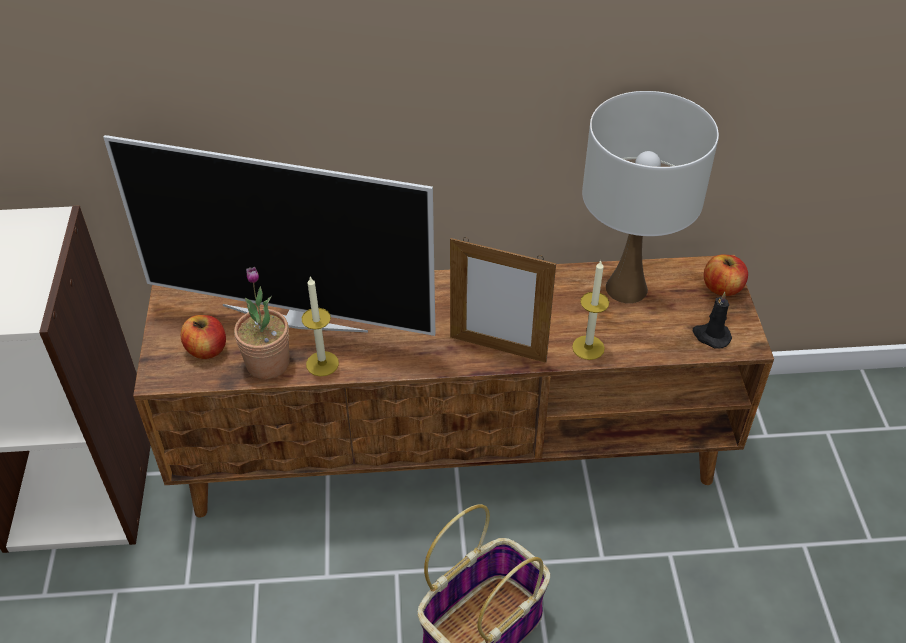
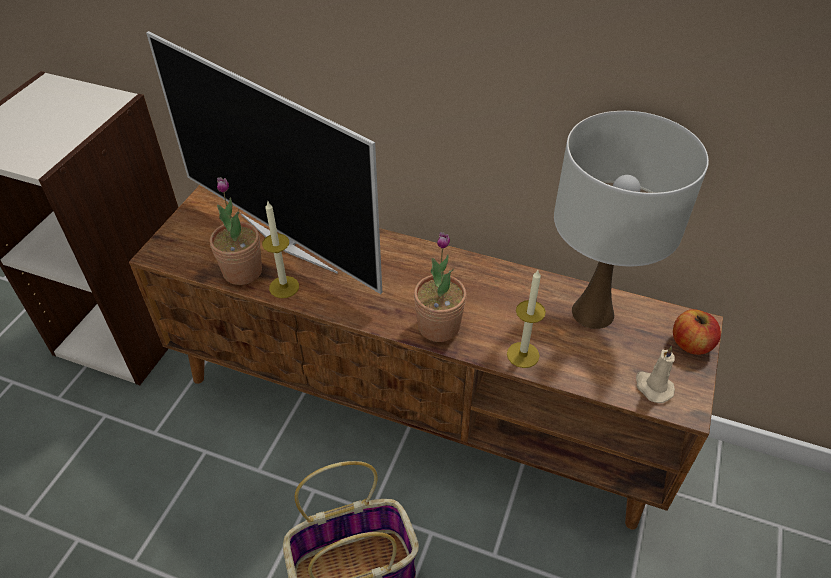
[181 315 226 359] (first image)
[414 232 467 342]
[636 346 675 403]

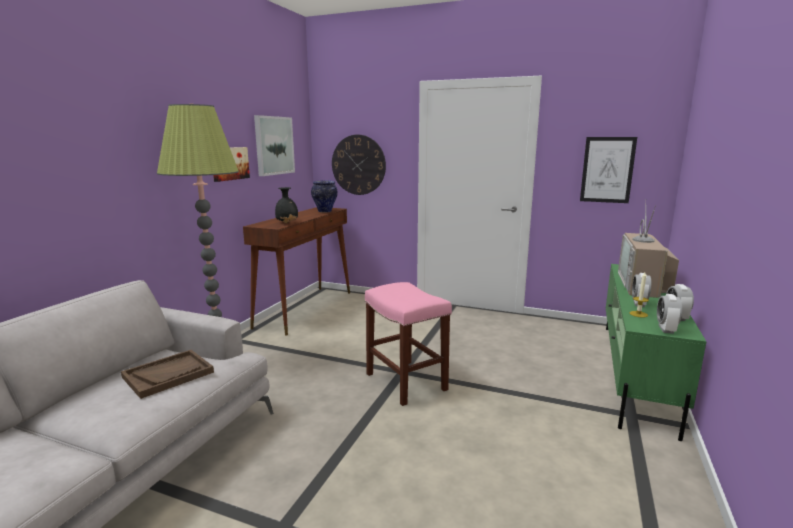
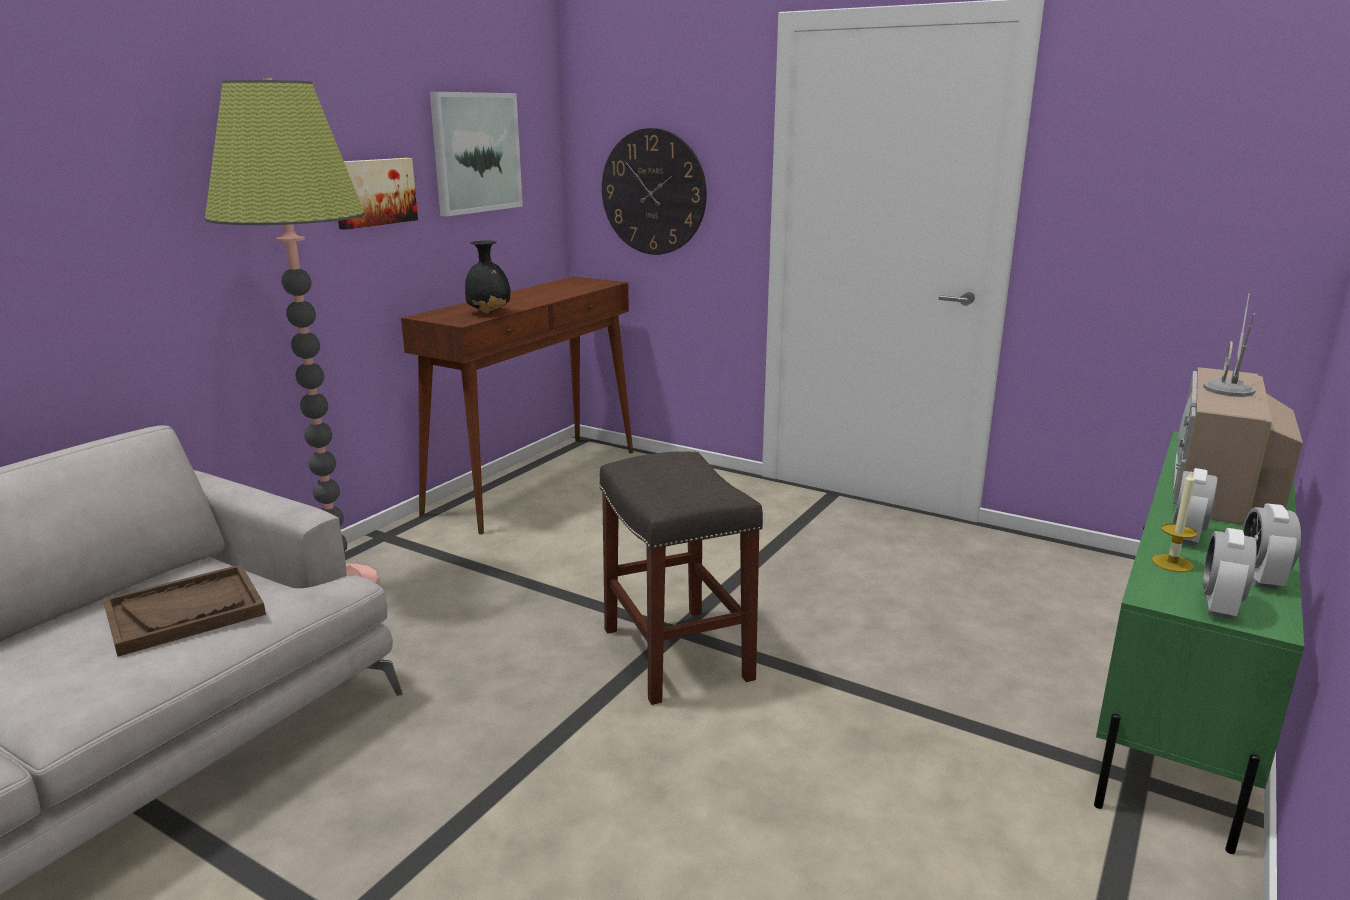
[311 180 338 213] (first image)
[580 137 637 203] (first image)
[599 452 763 705]

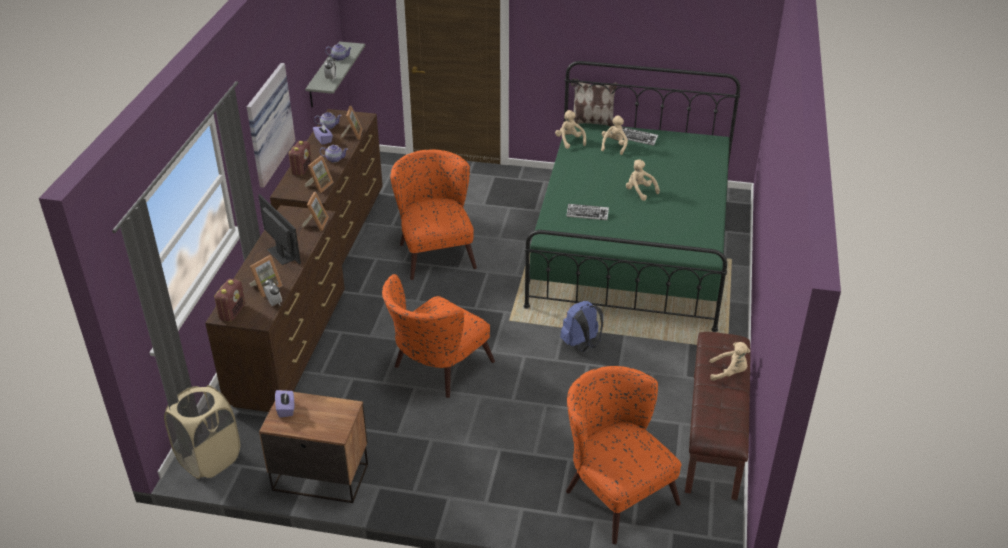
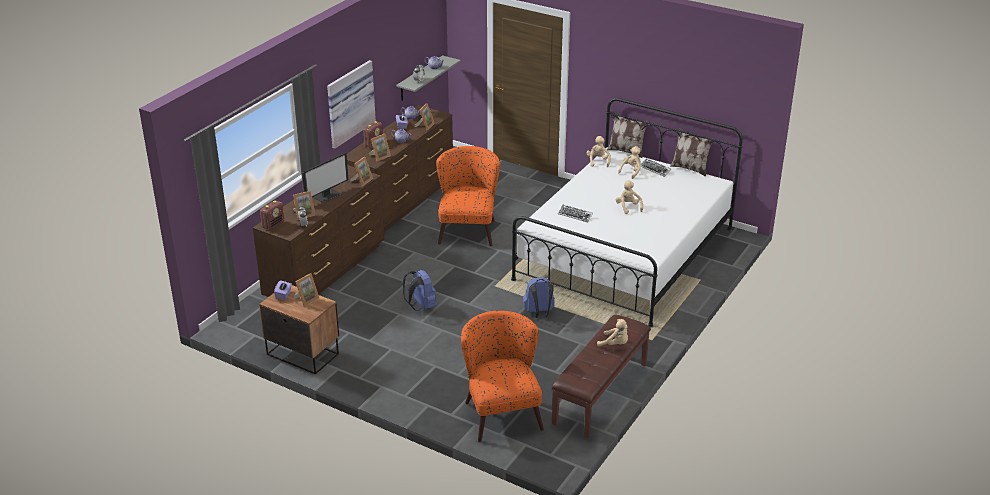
[164 385 240 479] (first image)
[294 273 319 306]
[670 128 714 176]
[402 270 437 311]
[511 98 743 327]
[302 152 348 203]

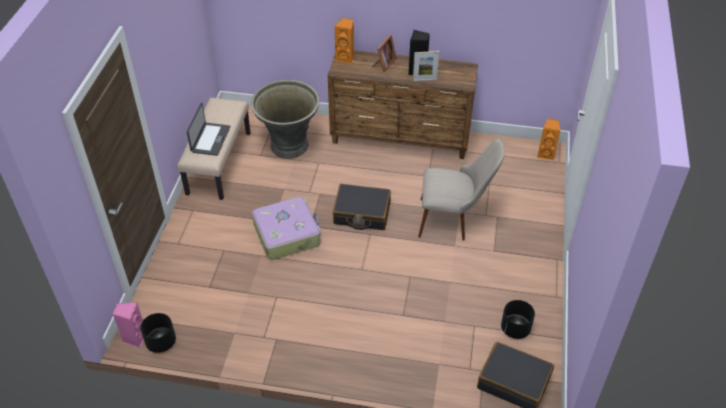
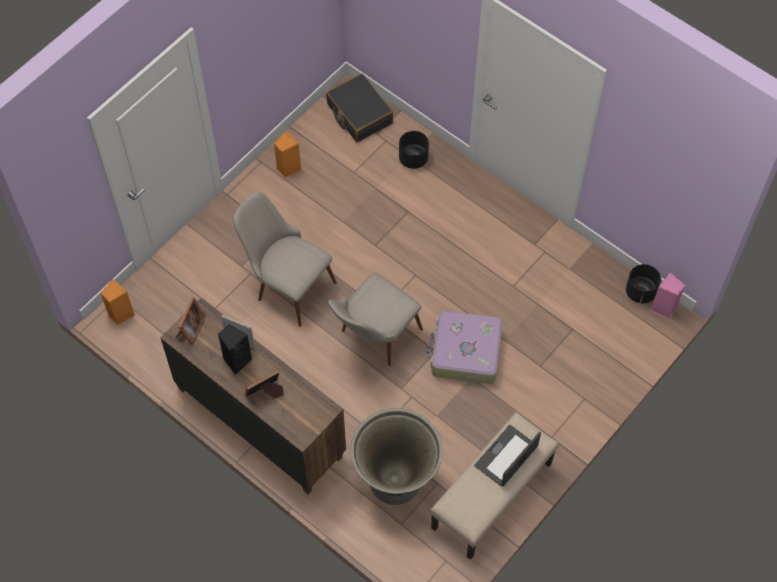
[176 297 206 345]
[274 131 301 178]
[399 131 429 169]
[328 273 423 366]

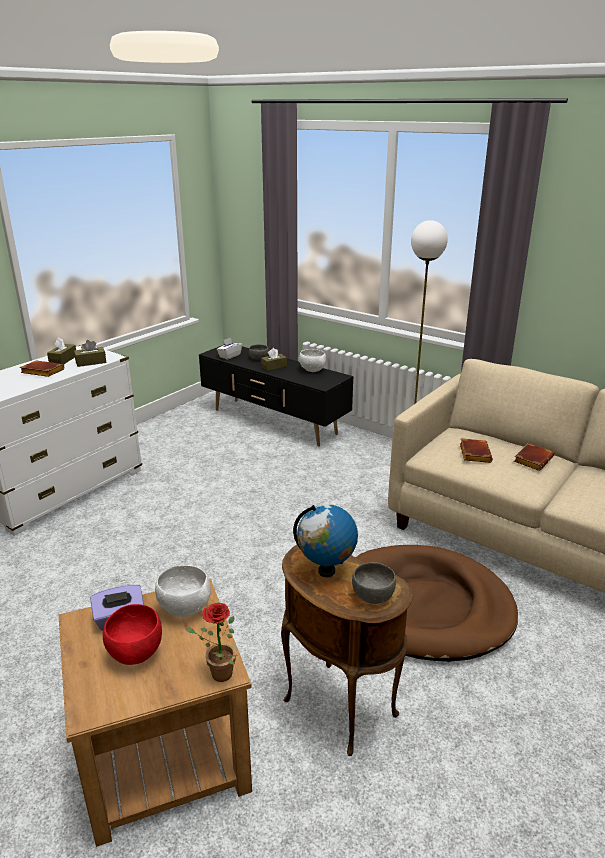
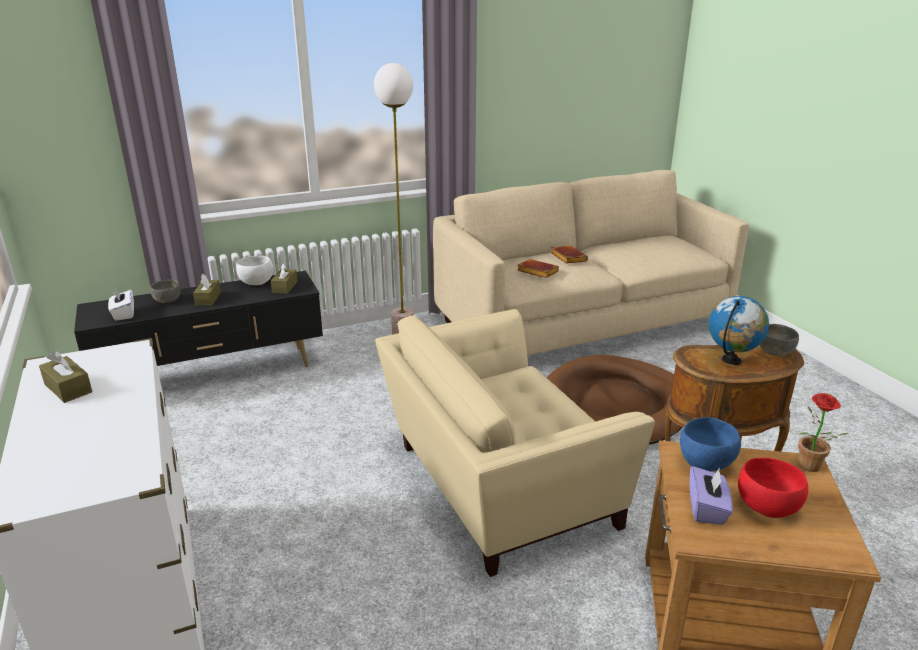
[20 361 64 377] (first image)
[375 309 655 577]
[271 263 298 294]
[680 417 741 472]

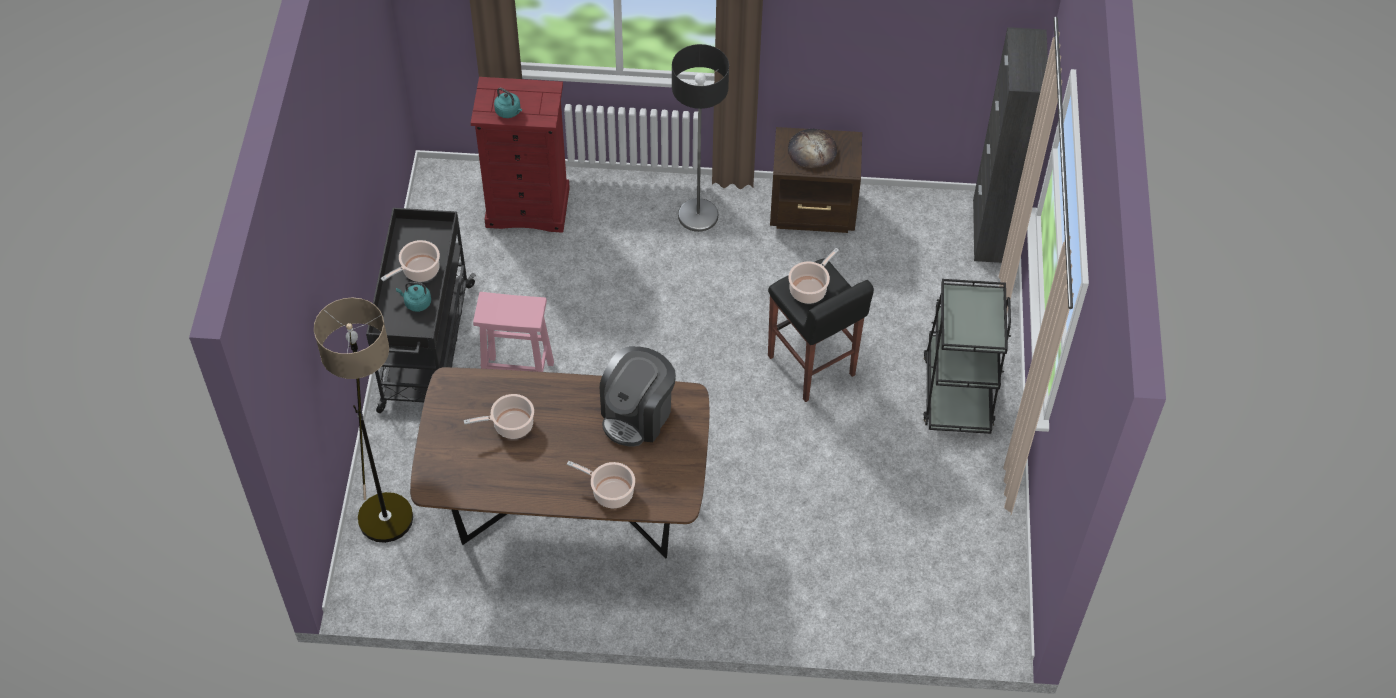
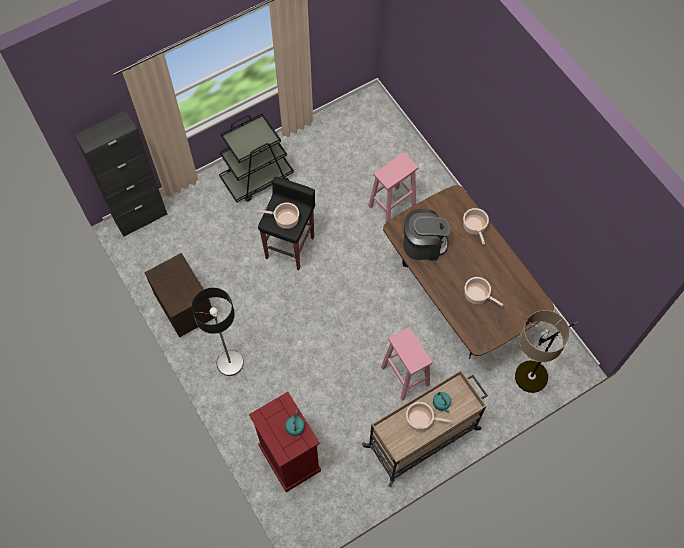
[788 128 837 168] (first image)
[368 152 418 222]
[362 370 488 487]

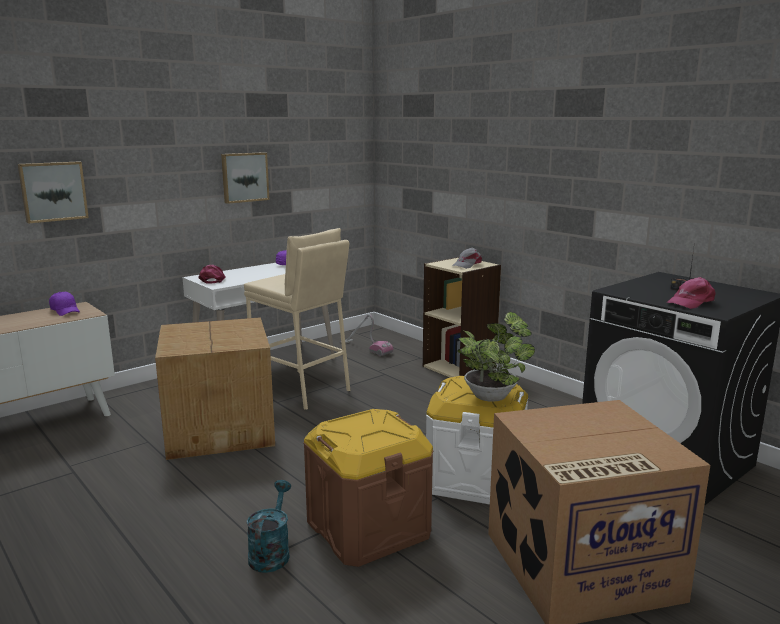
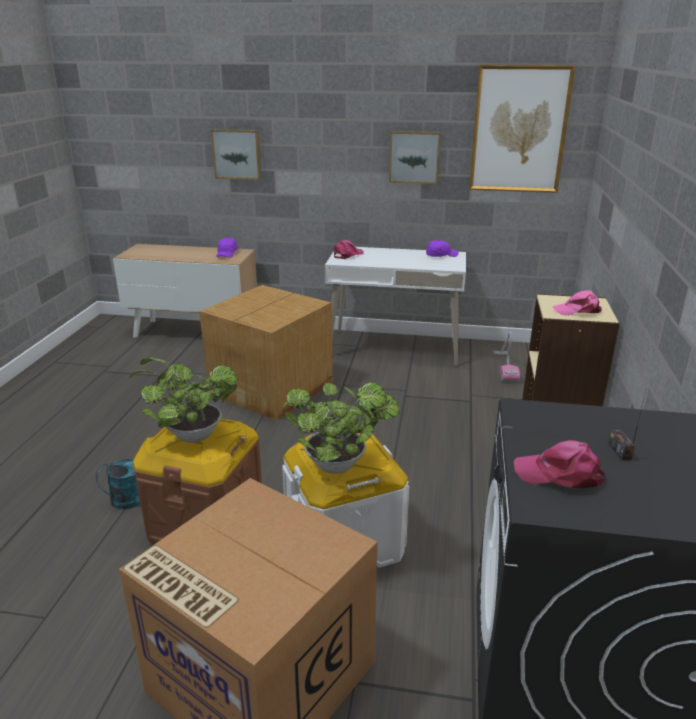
[244 228 351 410] (first image)
[129 358 238 443]
[469 65 576 193]
[552 290 602 316]

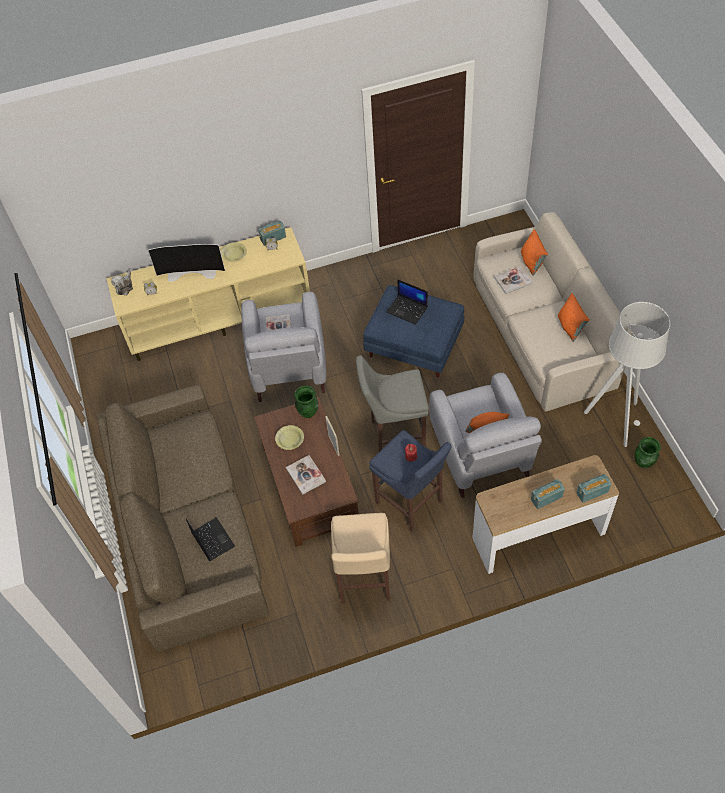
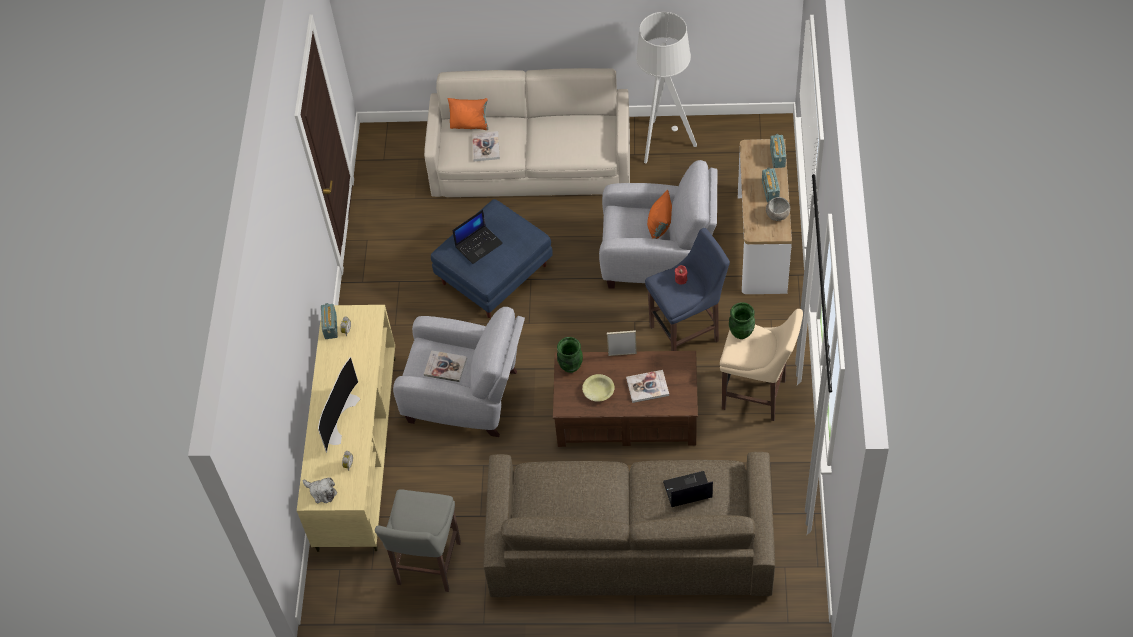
[221 242 247 262] (first image)
[558 293 590 342] (first image)
[766 197 790 221]
[375 489 461 592]
[729 302 755 339]

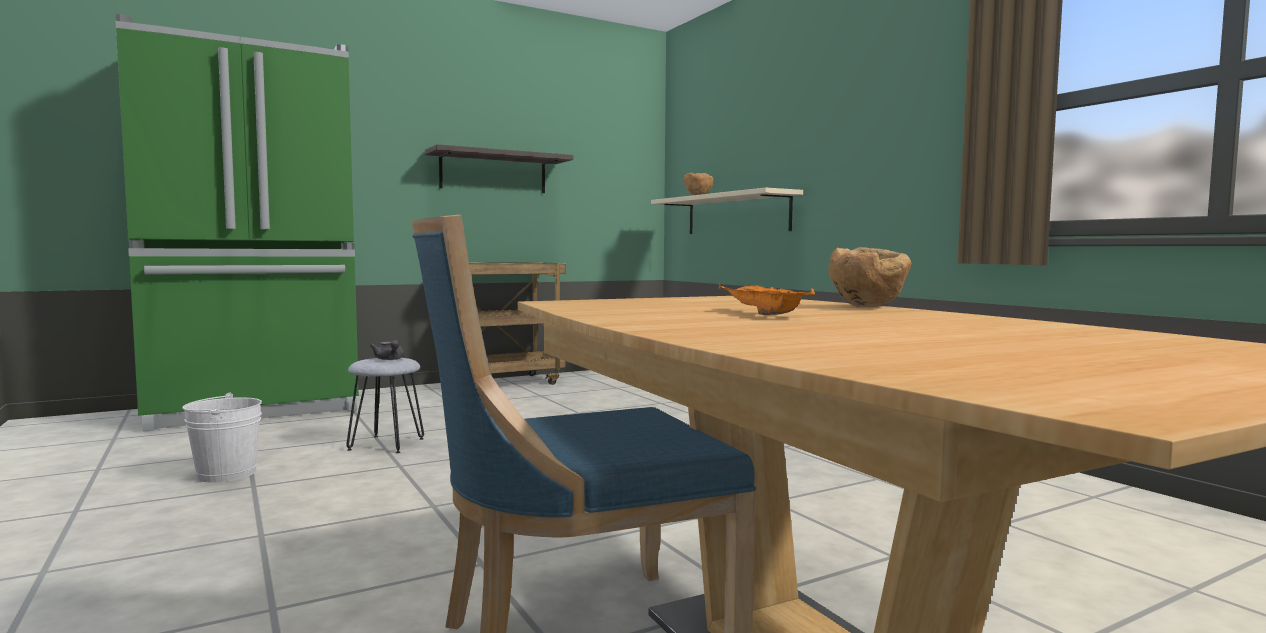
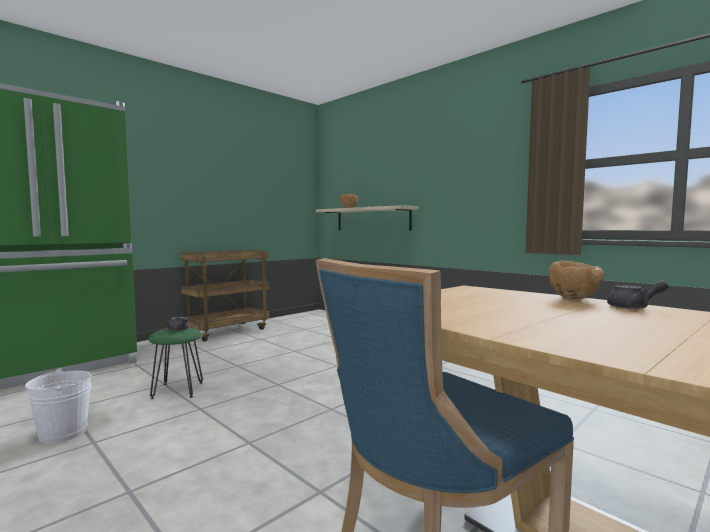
[425 144 573 193] (first image)
[718 282 815 315] (first image)
[607 281 669 309]
[149 328 203 399]

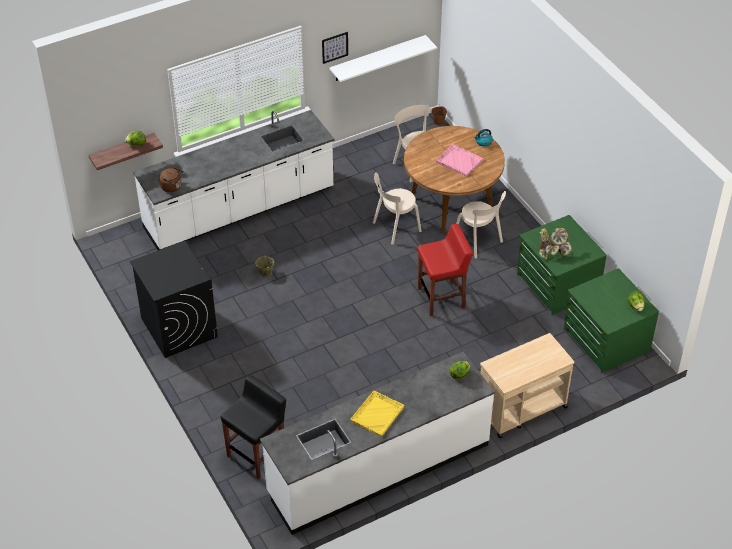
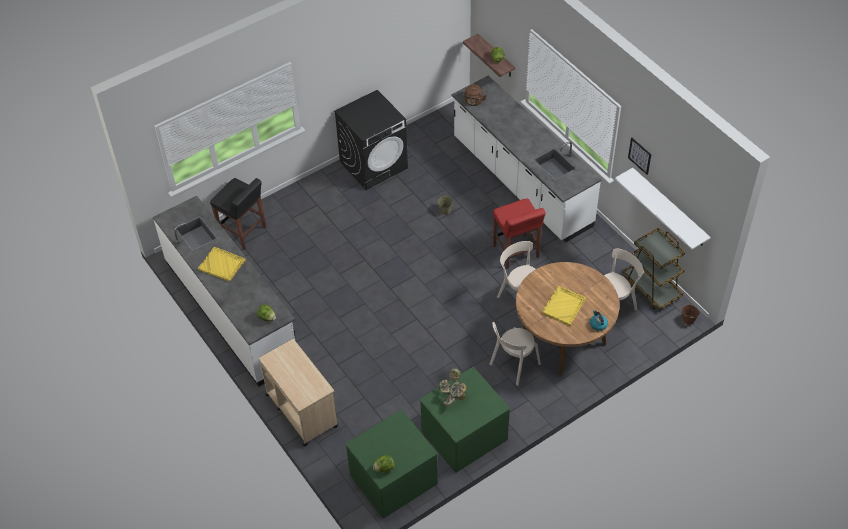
[622 228 685 310]
[493 198 546 269]
[542 286 586 326]

